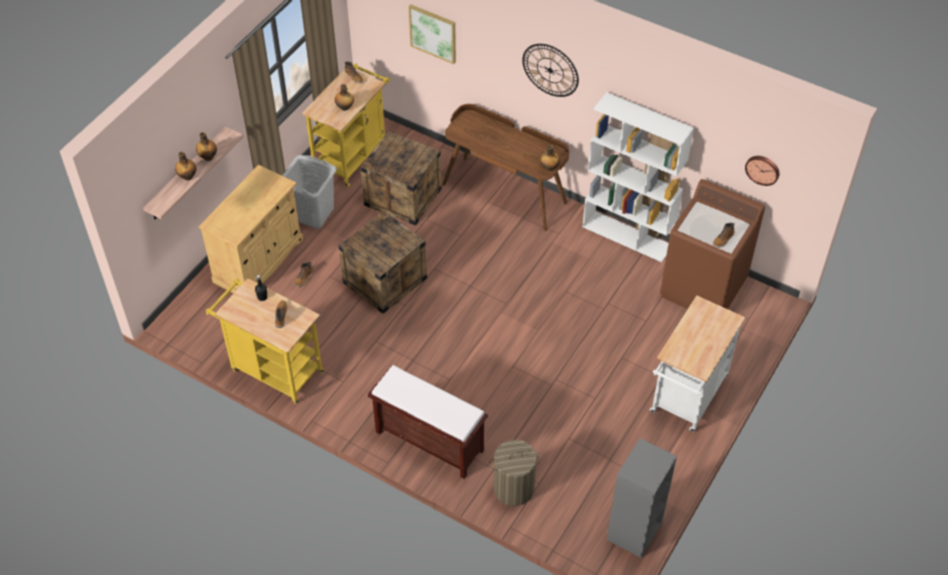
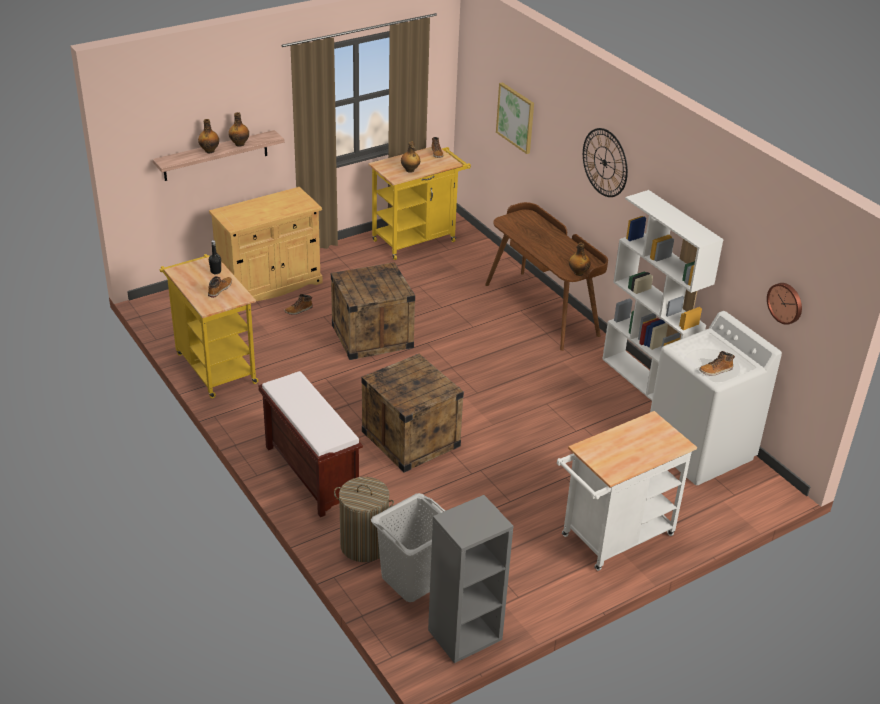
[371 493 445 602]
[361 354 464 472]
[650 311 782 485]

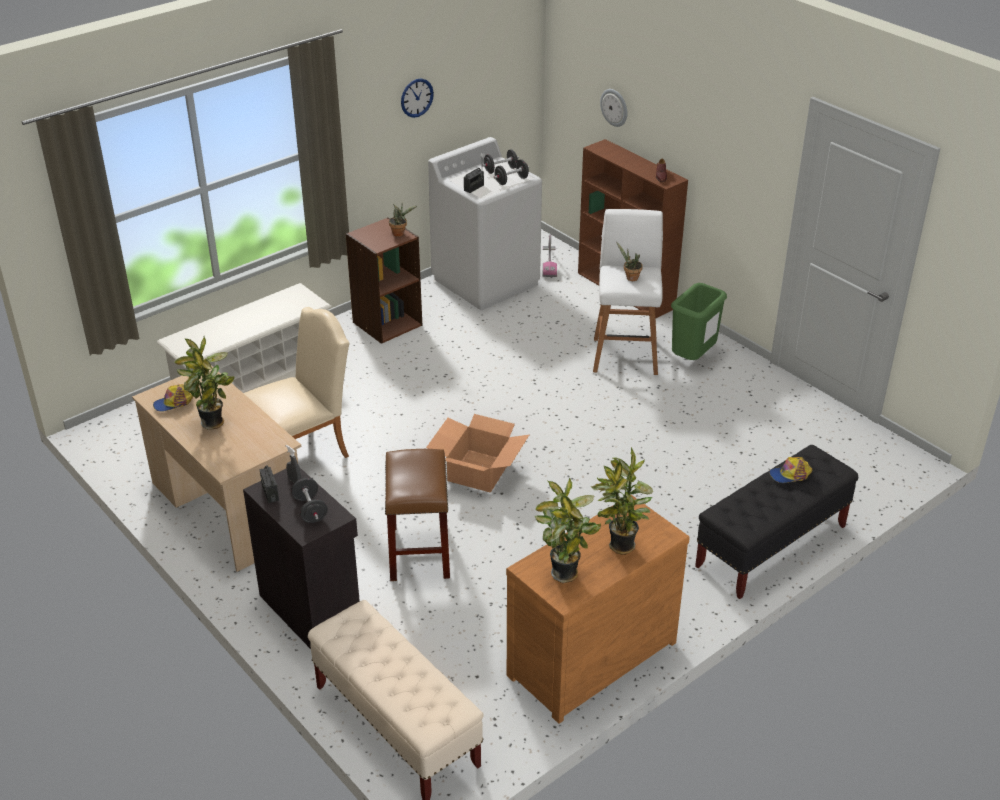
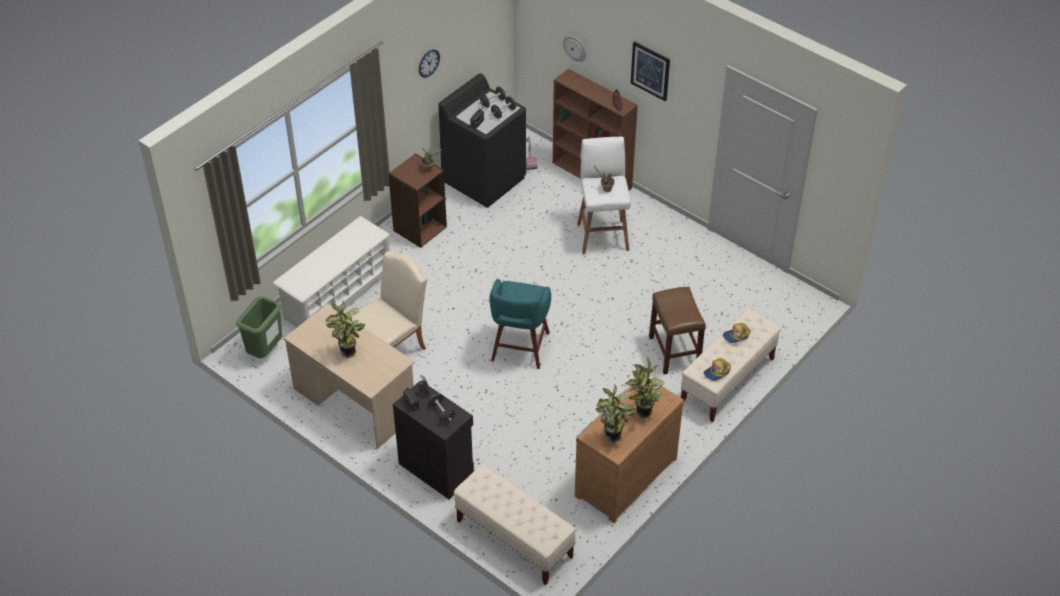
[631 41 670 101]
[704 358 731 381]
[649 286 706 374]
[236 296 282 358]
[489 279 551 369]
[438 73 526 207]
[681 309 781 422]

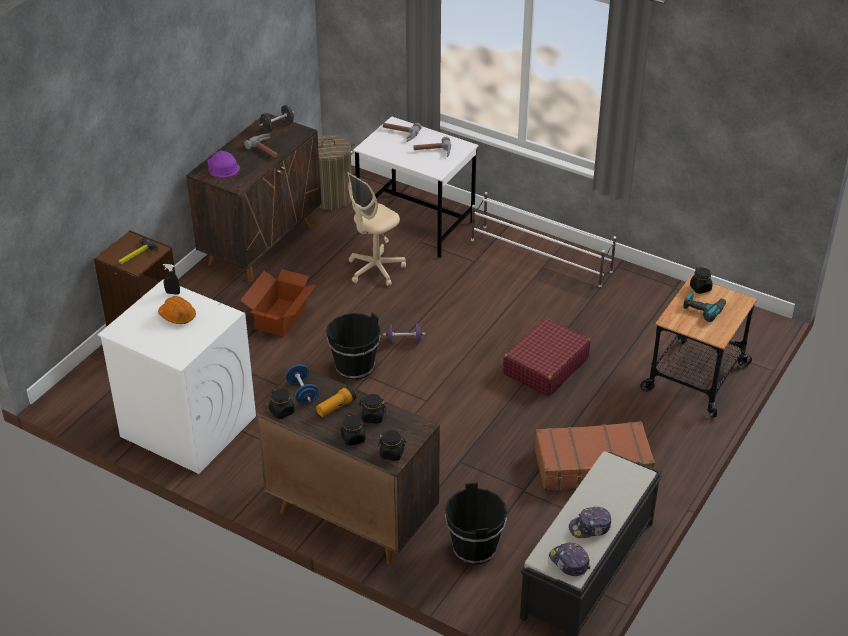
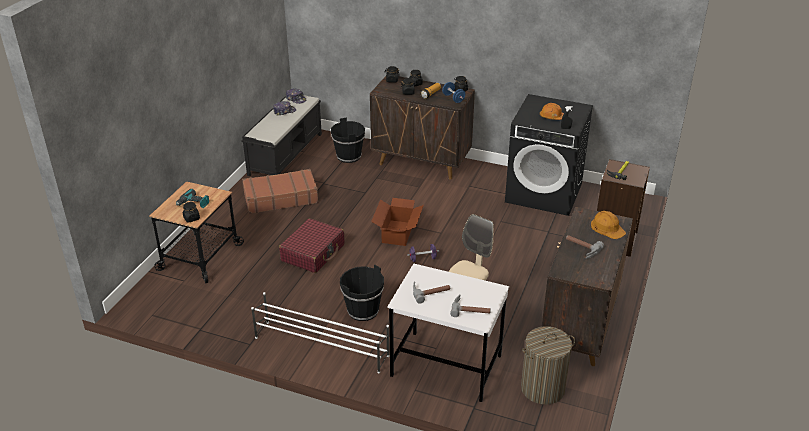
[259 105 294 132] (first image)
[371 198 424 246]
[340 265 384 321]
[505 94 593 216]
[591 211 626 239]

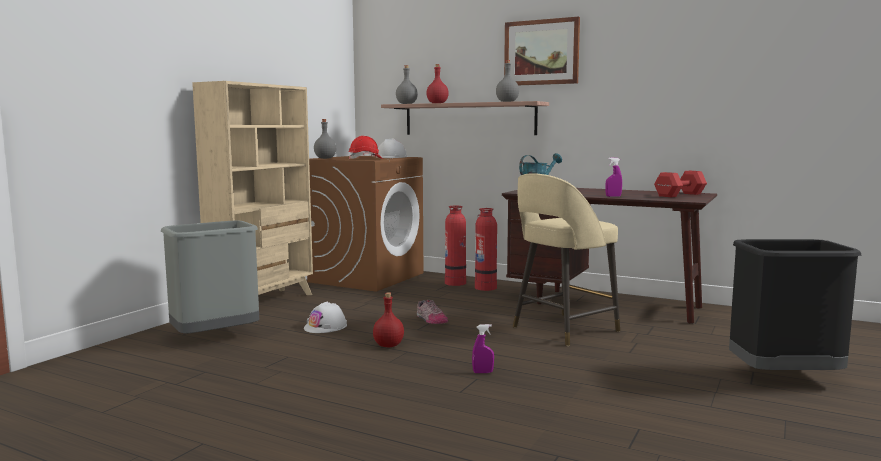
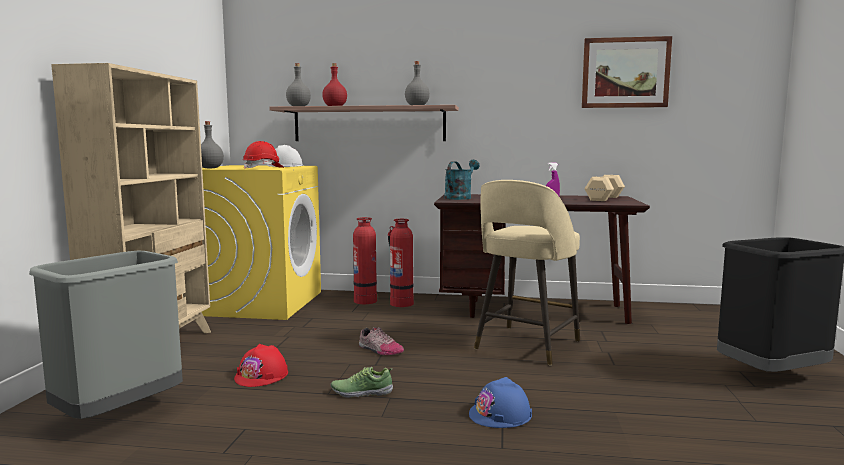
[582 36 672 108]
[330 367 393 398]
[469 377 532 428]
[234 344 288 387]
[202 165 321 320]
[584 175 625 201]

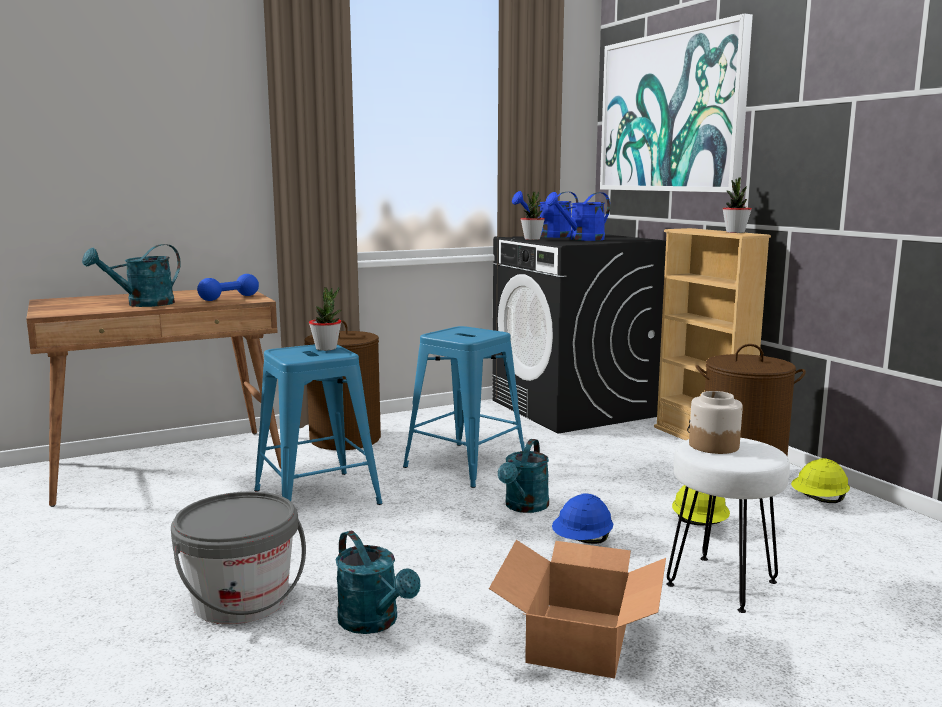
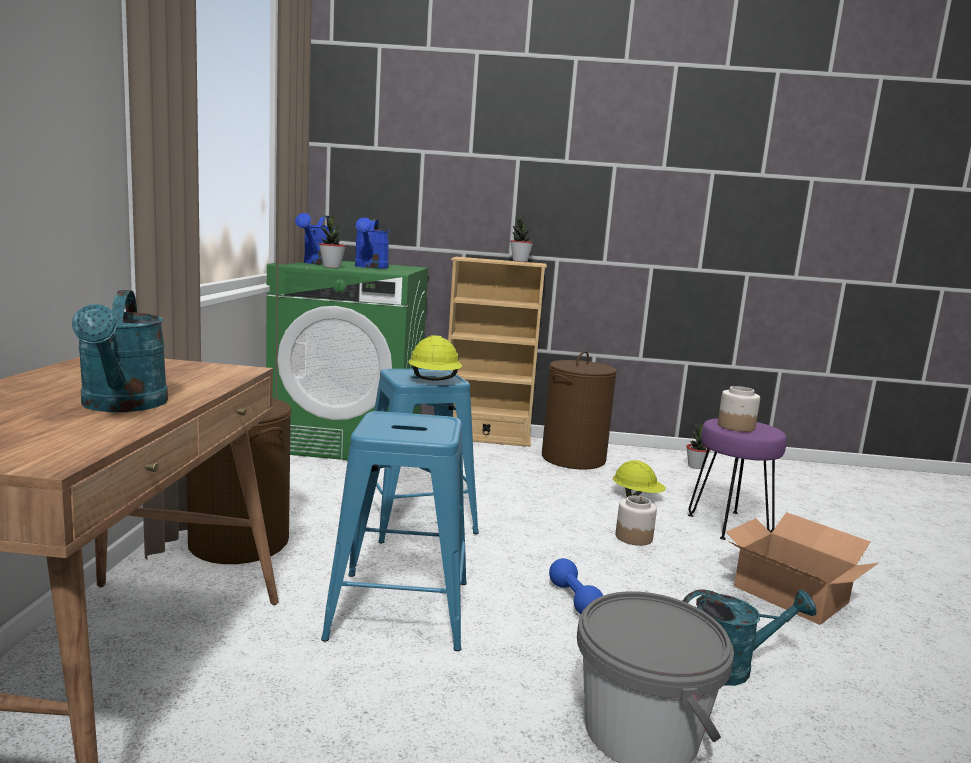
[498 439 549 513] (first image)
[600 13 753 193] (first image)
[549 558 603 614]
[686 421 710 469]
[408 335 462 381]
[616 496 657 546]
[266 261 429 460]
[688 418 787 540]

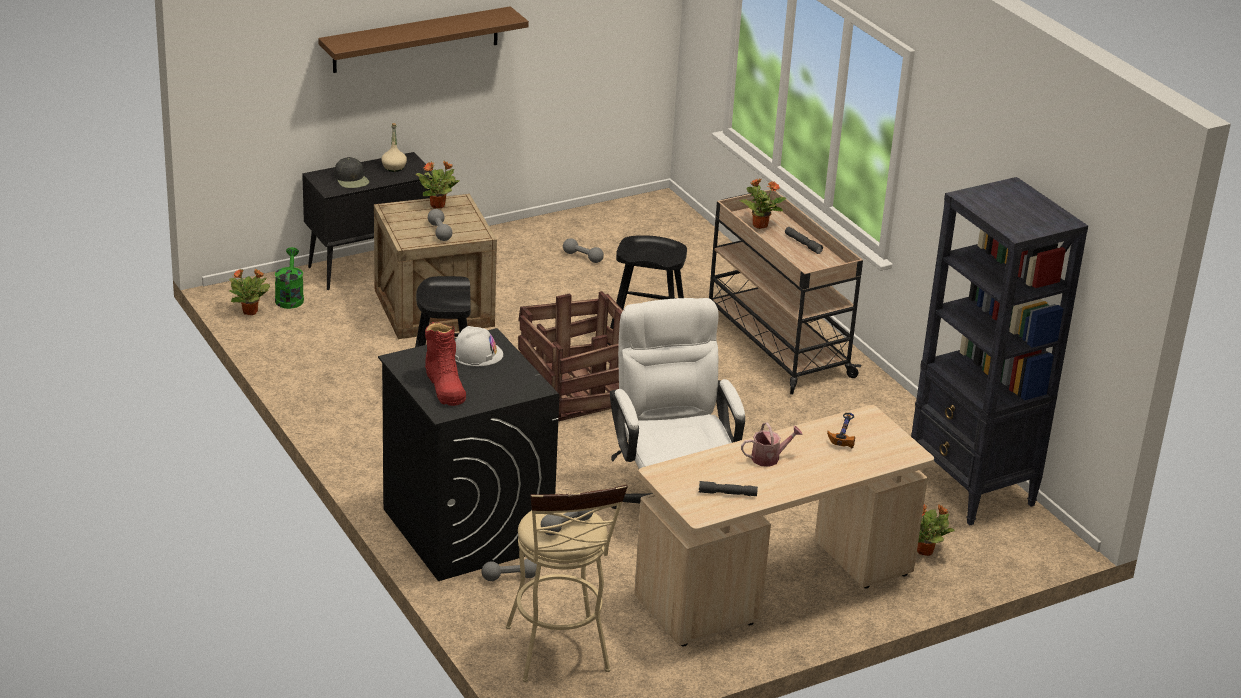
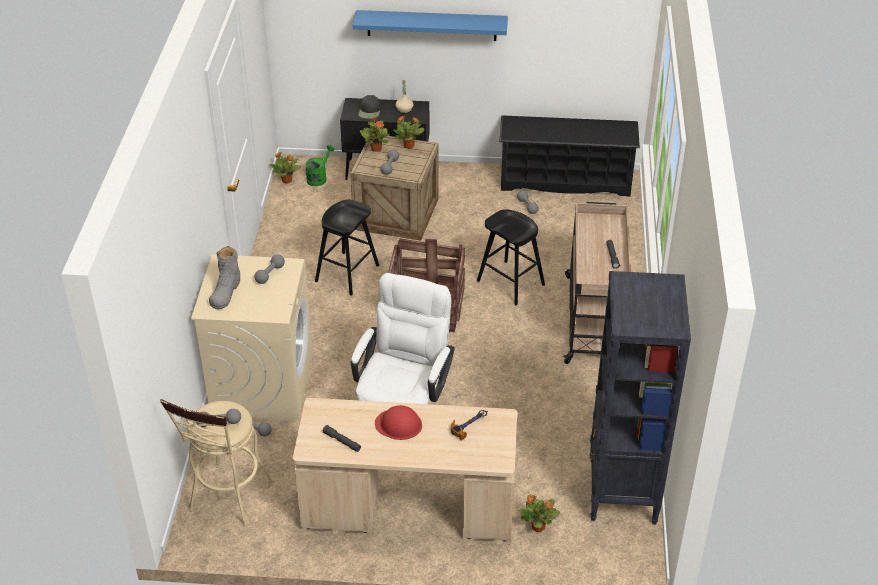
[499 115 640 197]
[360 117 390 152]
[254 255 285 284]
[375 405 422 440]
[353 10 508 41]
[191 254 313 420]
[209 246 241 309]

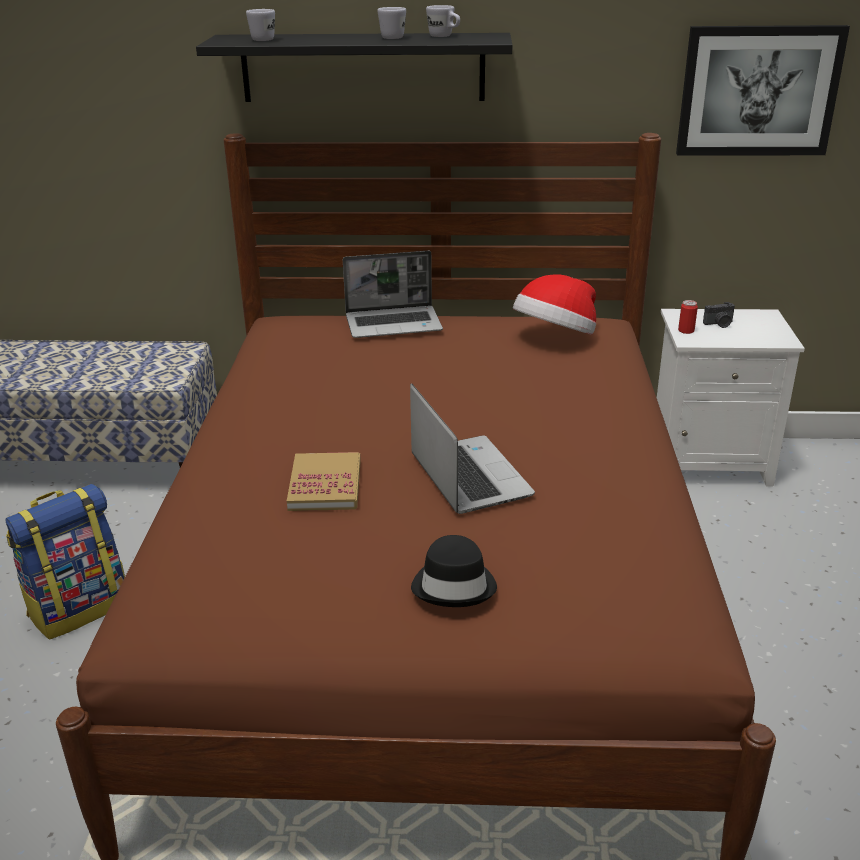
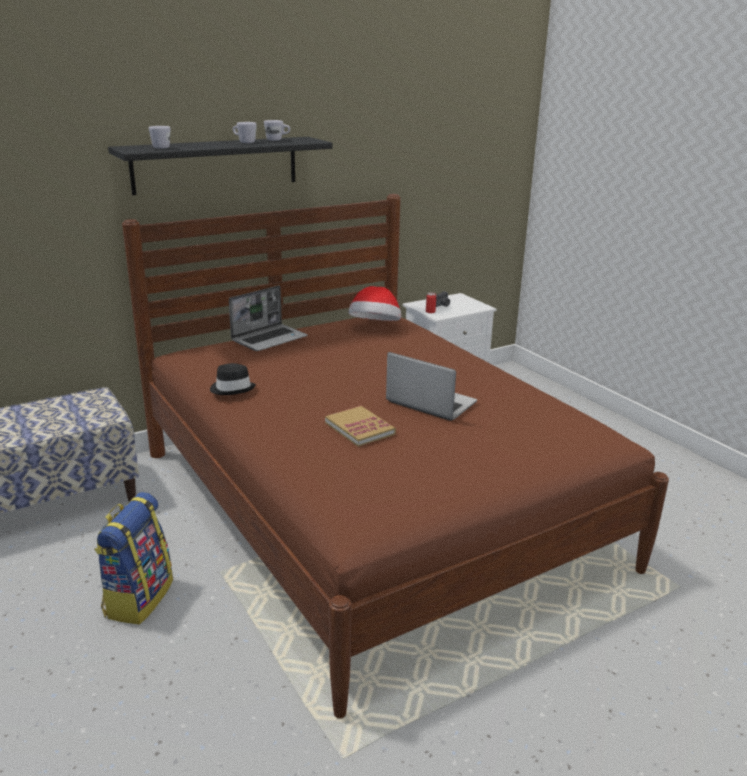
[676 25 850 155] (first image)
[210 363 256 395]

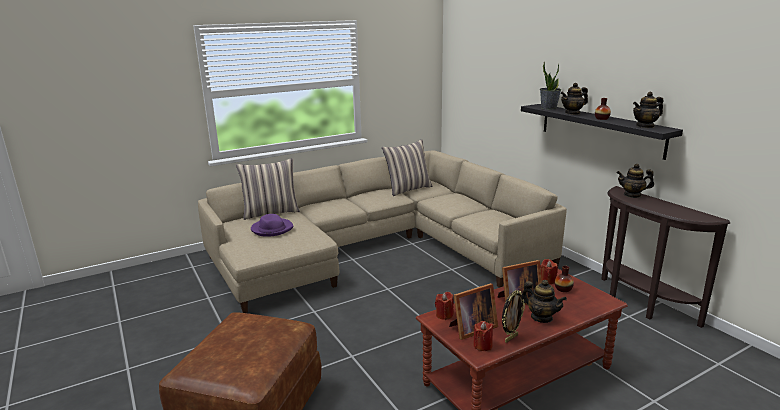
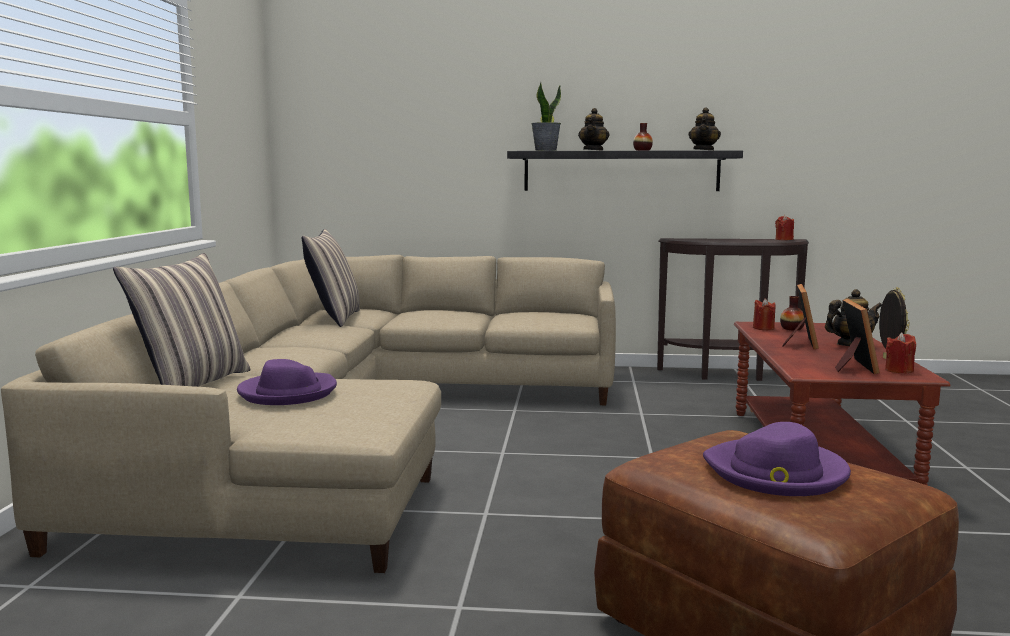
[617 164 654 198] (first image)
[703 422 851 496]
[775 215 794 240]

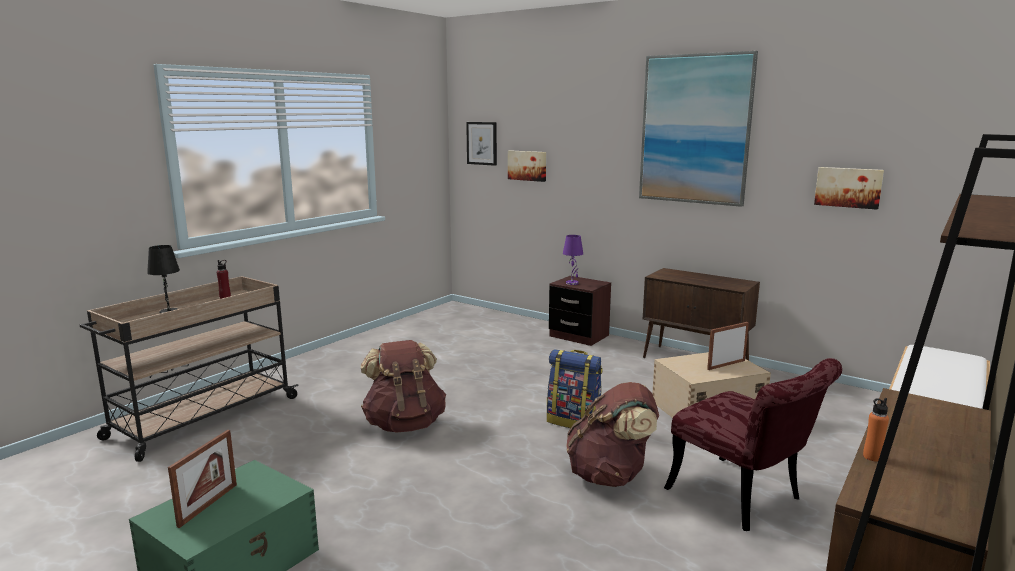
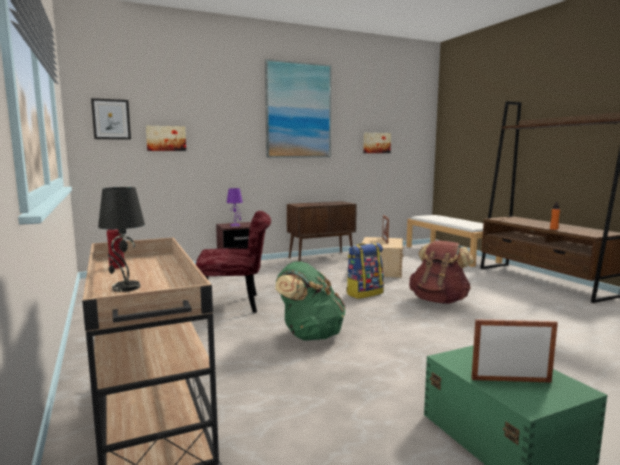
[196 211 271 313]
[275 262 346 341]
[471 319 558 383]

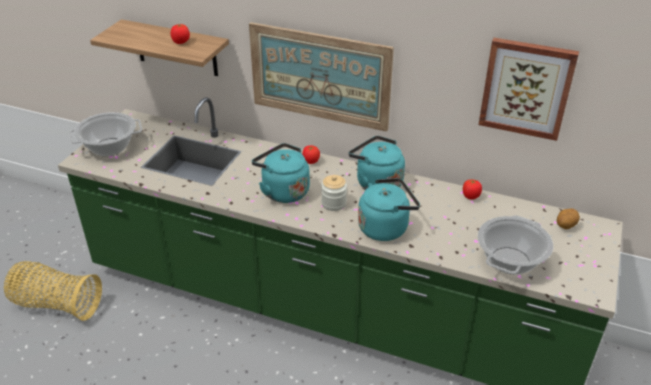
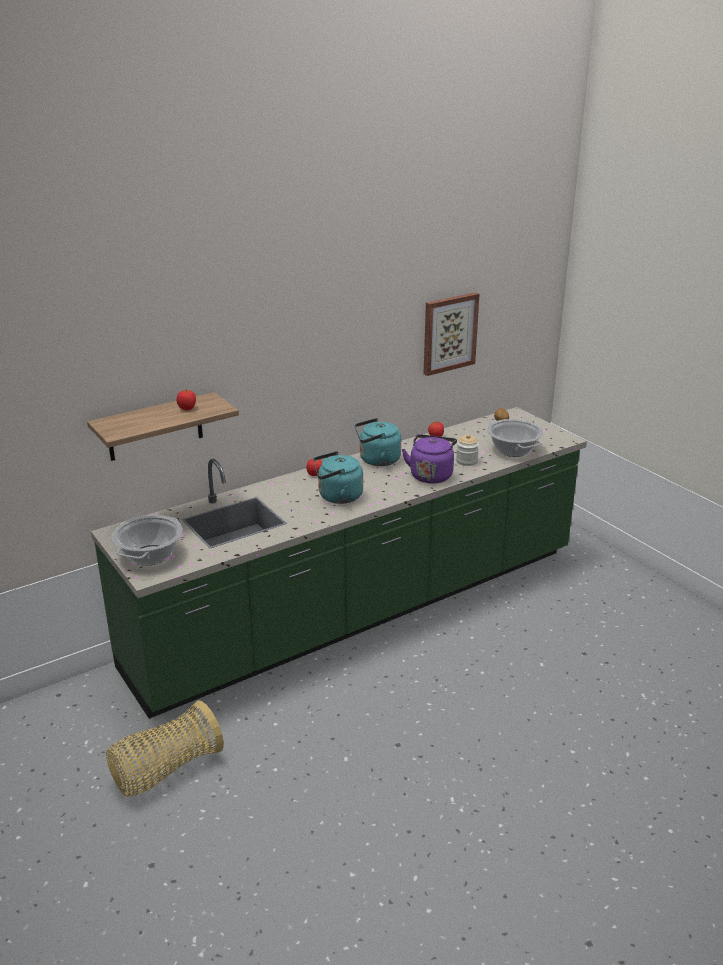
[249 22 394 132] (first image)
[456 434 479 466]
[402 434 457 484]

